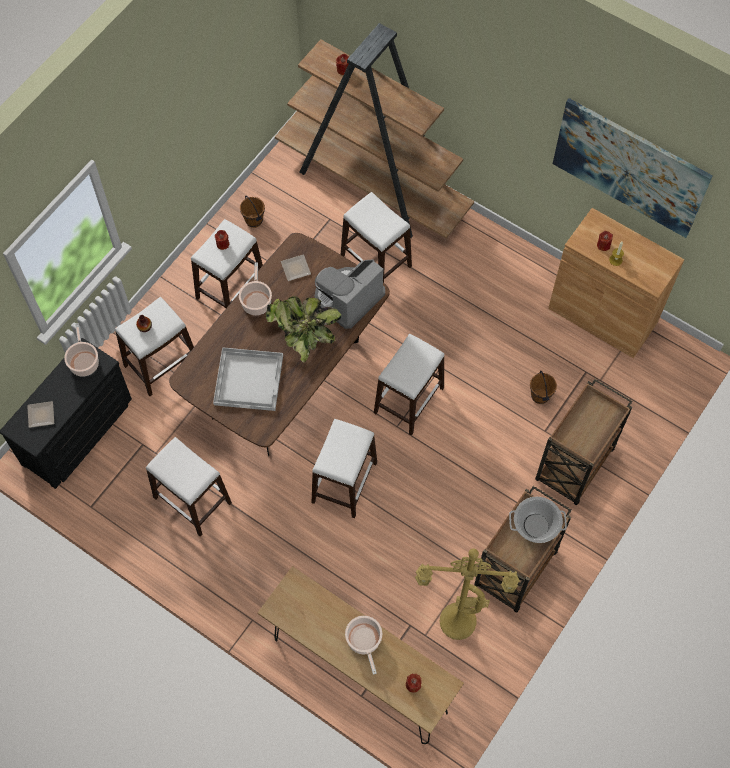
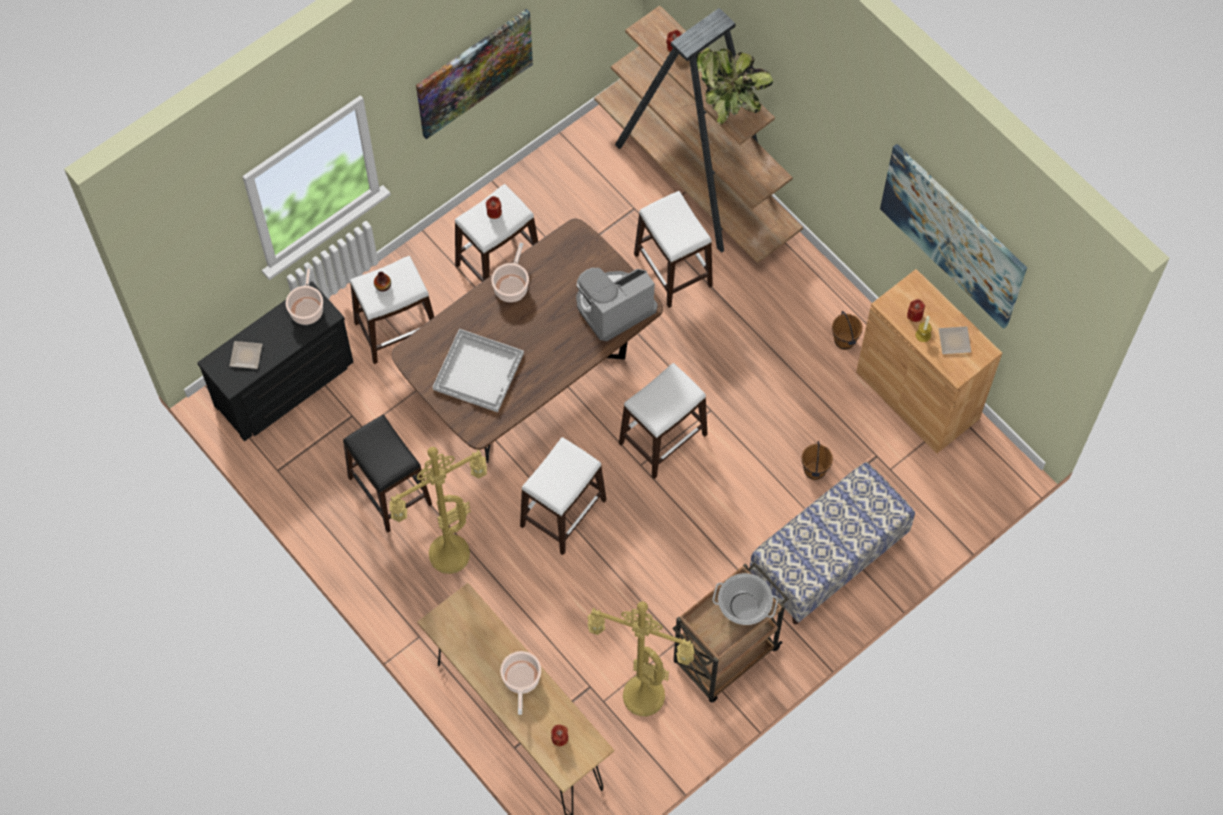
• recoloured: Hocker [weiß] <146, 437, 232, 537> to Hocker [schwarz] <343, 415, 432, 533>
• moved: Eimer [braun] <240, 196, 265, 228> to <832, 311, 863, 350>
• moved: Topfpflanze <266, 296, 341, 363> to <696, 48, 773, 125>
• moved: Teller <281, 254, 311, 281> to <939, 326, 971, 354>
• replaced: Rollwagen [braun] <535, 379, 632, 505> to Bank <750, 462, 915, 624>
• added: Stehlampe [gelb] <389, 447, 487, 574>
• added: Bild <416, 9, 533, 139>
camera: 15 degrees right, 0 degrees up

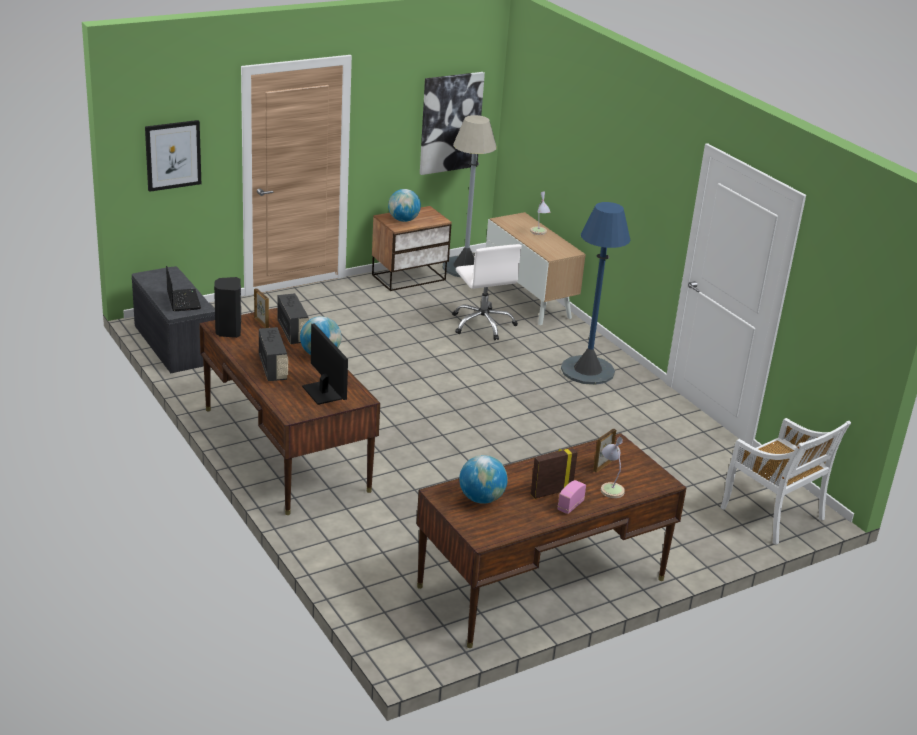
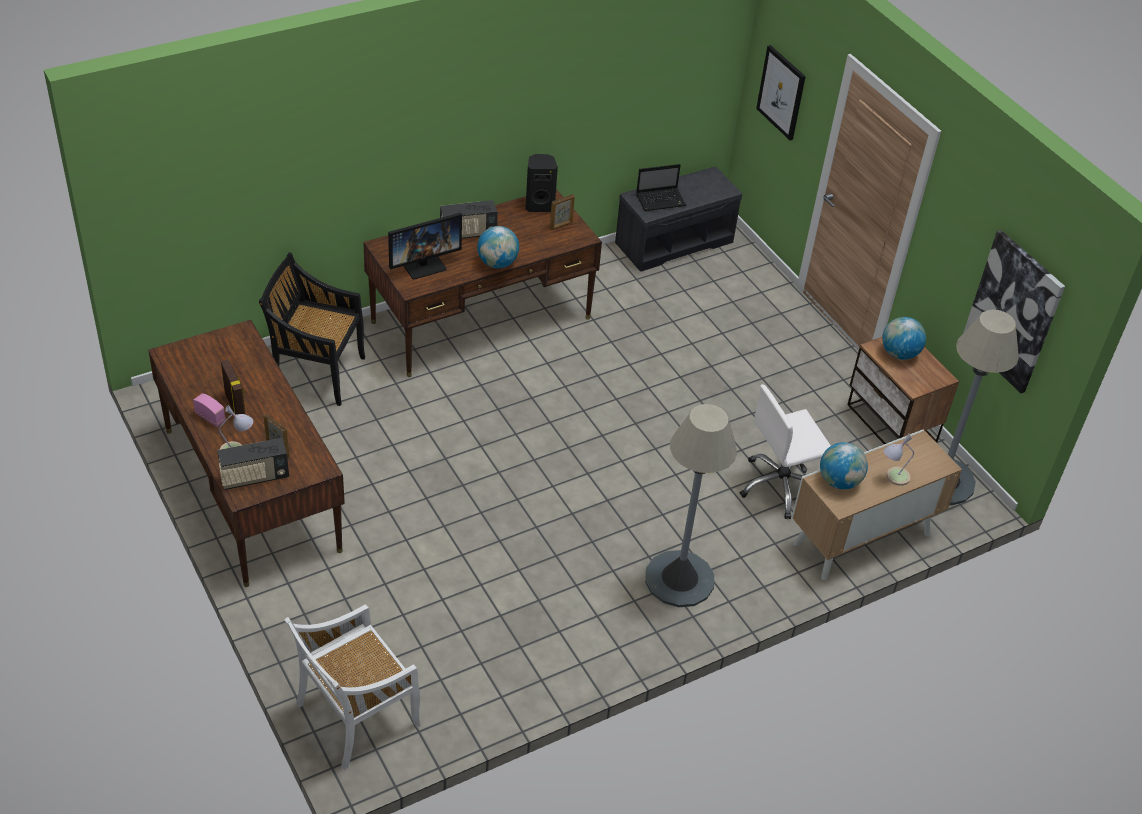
• moved: Radio <278, 293, 309, 344> to <217, 438, 289, 490>
• moved: Globus <459, 455, 508, 504> to <820, 442, 868, 489>
• recoloured: Stehlampe [blau] <561, 202, 631, 385> to Stehlampe [grau] <645, 404, 737, 607>
• added: Stuhl [schwarz] <259, 252, 365, 406>
camera: 90 degrees right, 15 degrees up

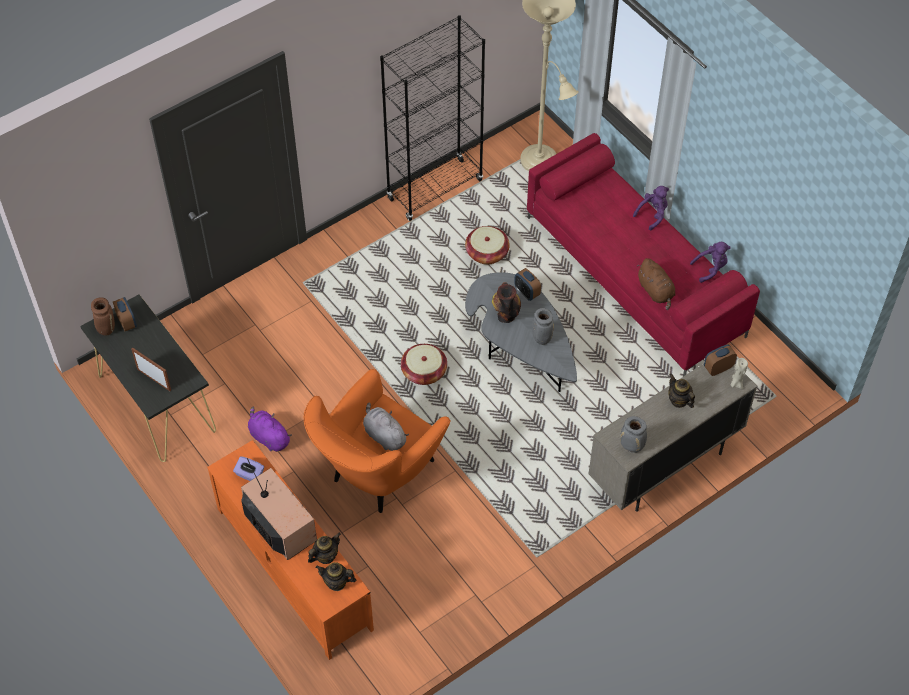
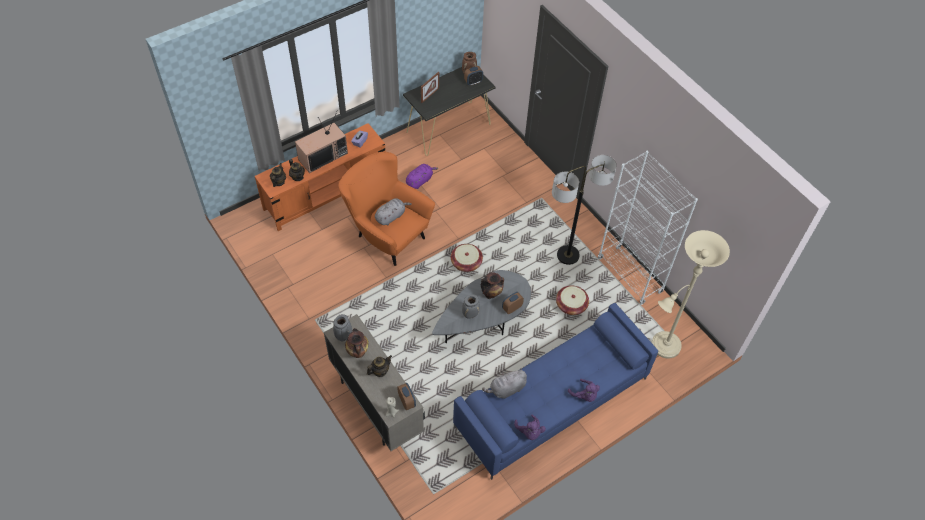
• recoloured: Bücherregal [schwarz] <380, 15, 485, 221> to Bücherregal [weiß] <598, 151, 698, 305>
• recoloured: Sofa [rot] <527, 133, 760, 376> to Sofa [blau] <453, 303, 658, 480>
• recoloured: Plüschtier [braun] <637, 258, 676, 310> to Plüschtier [grau] <482, 368, 527, 399>
• added: Vase <345, 328, 369, 358>
• added: Stehlampe <552, 155, 617, 265>
camera: 90 degrees right, 0 degrees up

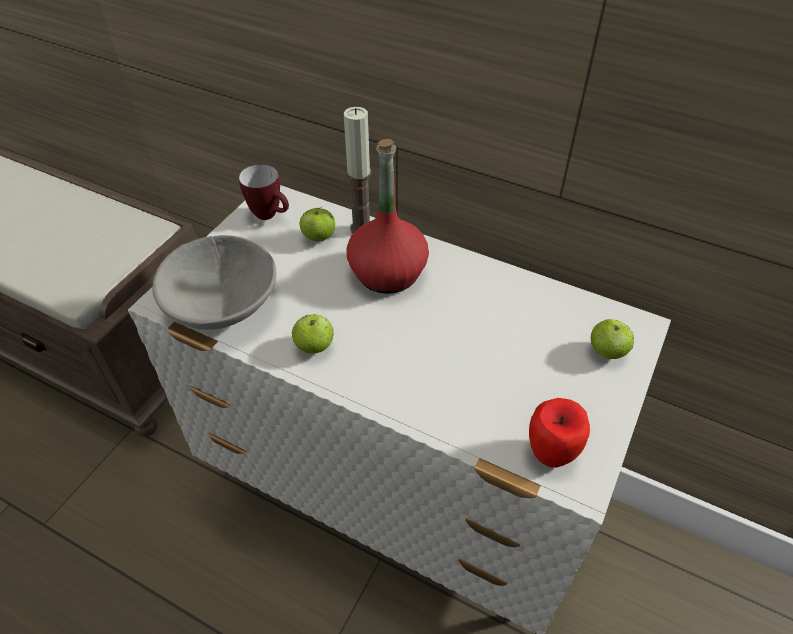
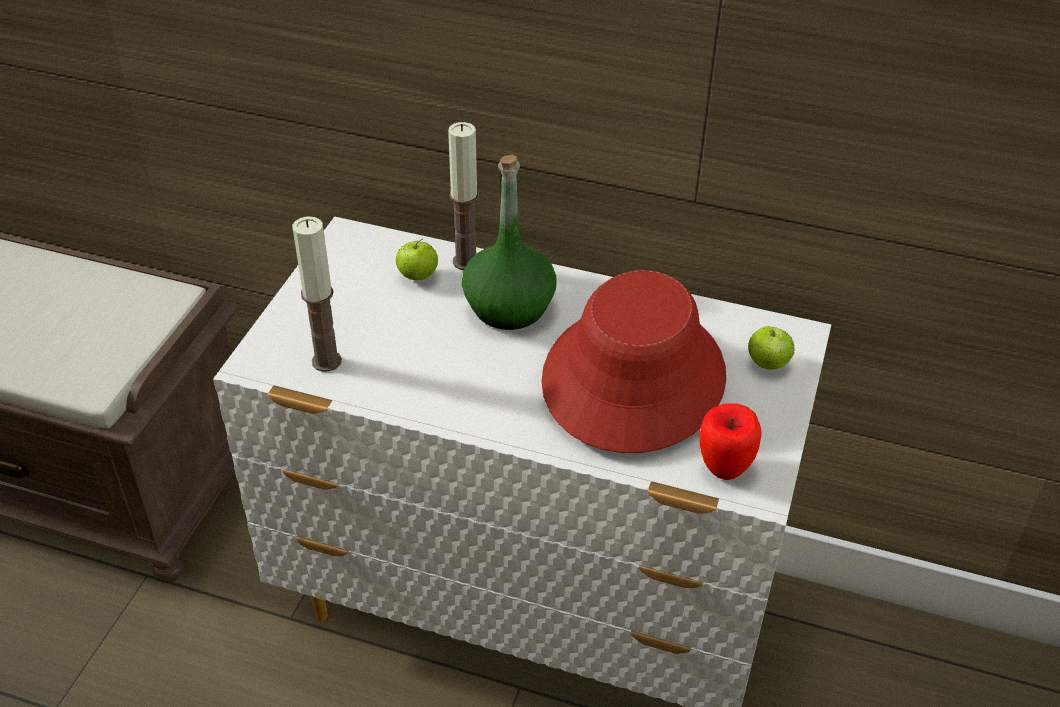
• replaced: Schüssel [grau] <152, 235, 276, 330> to Kerze <292, 216, 342, 372>
• removed: Henkelbecher <239, 164, 289, 220>
• removed: Apfel <291, 314, 334, 354>
• recoloured: Flasche [rot] <347, 139, 429, 294> to Flasche [grün] <462, 155, 557, 330>
• added: Hut [rot] <541, 270, 726, 453>
camera: 10 degrees left, 5 degrees down

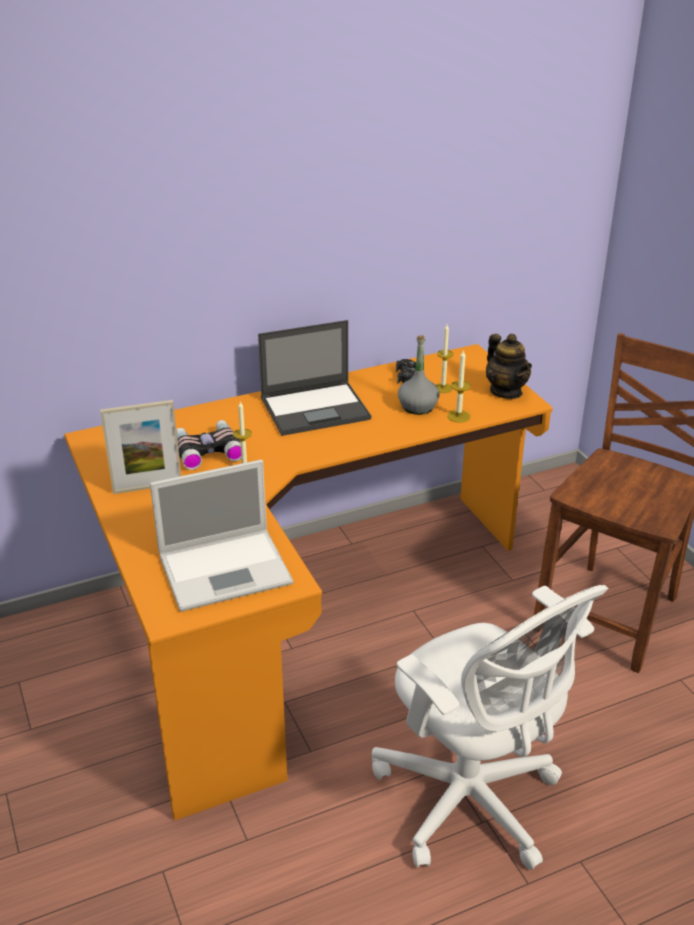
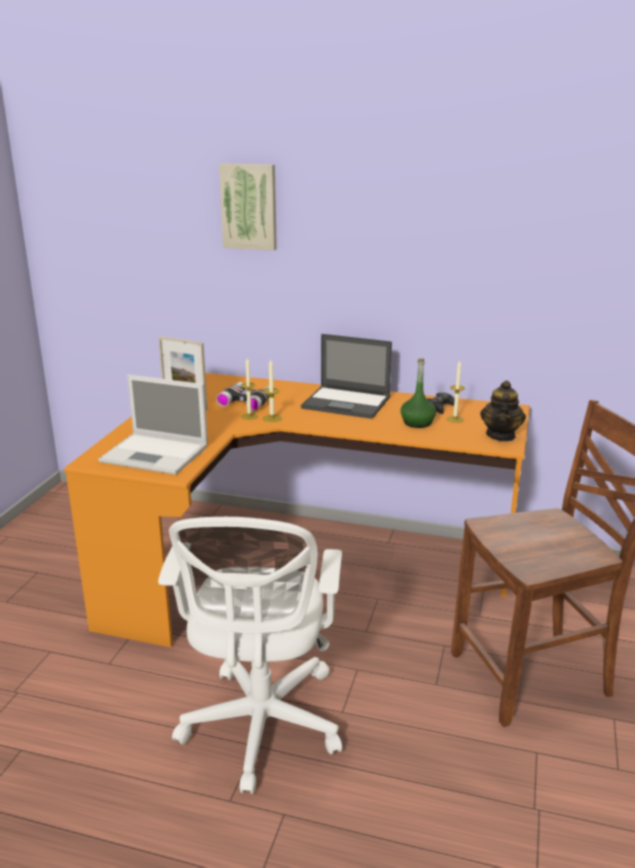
• recoloured: Flasche [grau] <398, 335, 439, 415> to Flasche [grün] <400, 358, 436, 428>
• moved: Kerze <447, 351, 471, 423> to <263, 360, 282, 422>
• added: Bild <219, 163, 277, 251>
camera: 40 degrees right, 10 degrees down

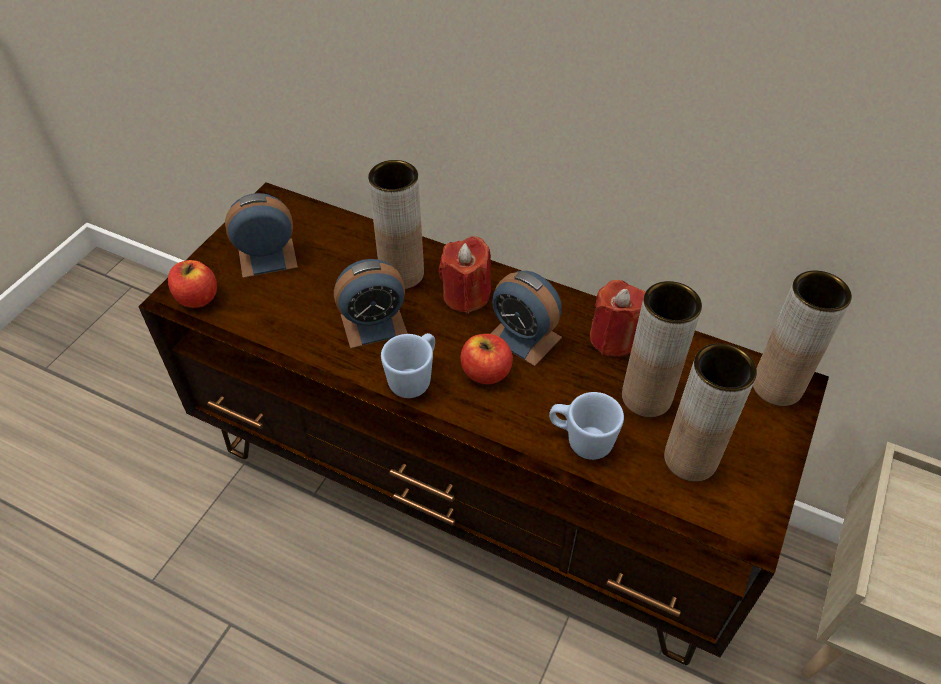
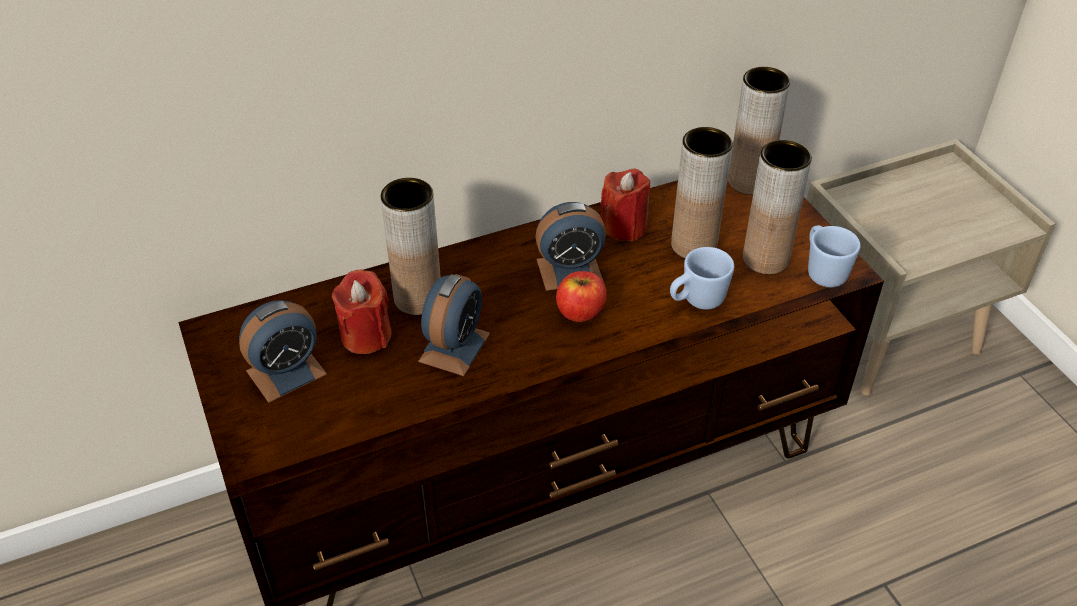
• removed: Apfel <168, 260, 217, 308>
• turned: Wecker <225, 193, 298, 278> = <239, 300, 327, 403> 150 degrees counterclockwise
• moved: Henkelbecher [blau] <381, 333, 435, 398> to <808, 225, 861, 287>
• moved: Kerze [rot] <439, 236, 491, 314> to <332, 270, 392, 354>
camera: 50 degrees left, 5 degrees down

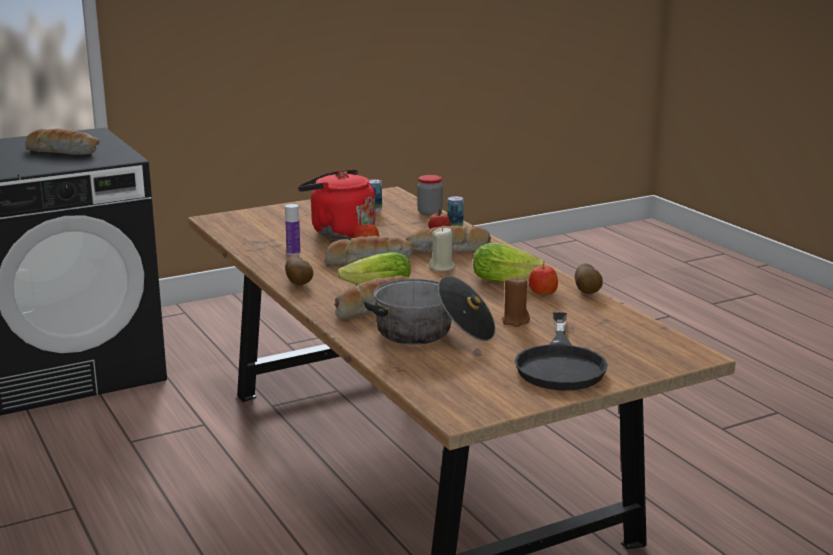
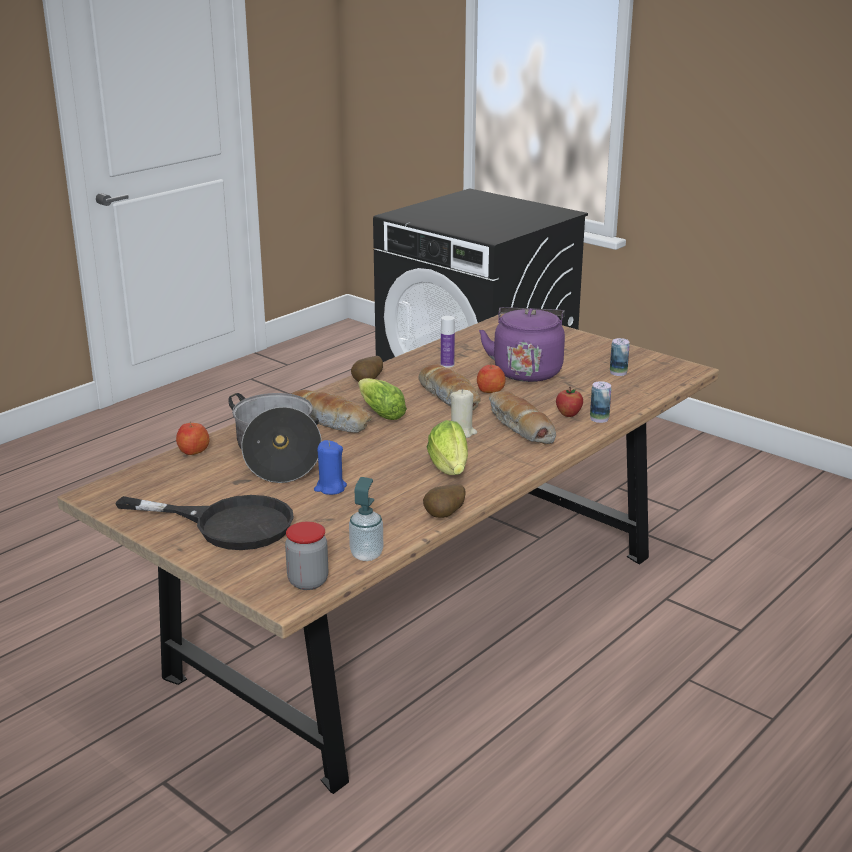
• removed: Brot <25, 128, 100, 155>
• recoloured: Wasserkessel [rot] <298, 169, 376, 239> to Wasserkessel [lila] <479, 307, 565, 382>
• moved: Vorratsglas <417, 175, 443, 216> to <285, 522, 328, 590>
• recoloured: Kerze [braun] <502, 276, 530, 327> to Kerze [blau] <314, 440, 347, 495>
• turned: Pfanne [schwarz] <514, 312, 608, 390> = <115, 495, 294, 550> 150 degrees counterclockwise
• moved: Apfel <529, 265, 558, 295> to <176, 421, 210, 455>
• added: Seifenspender <349, 477, 383, 561>
camera: 70 degrees right, 5 degrees up

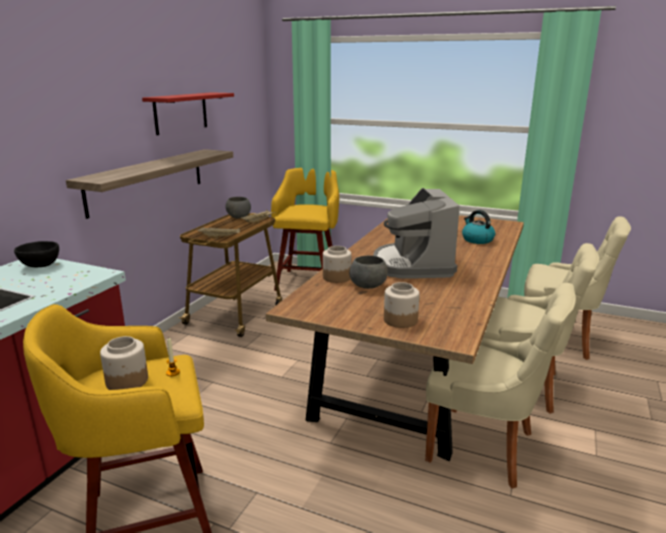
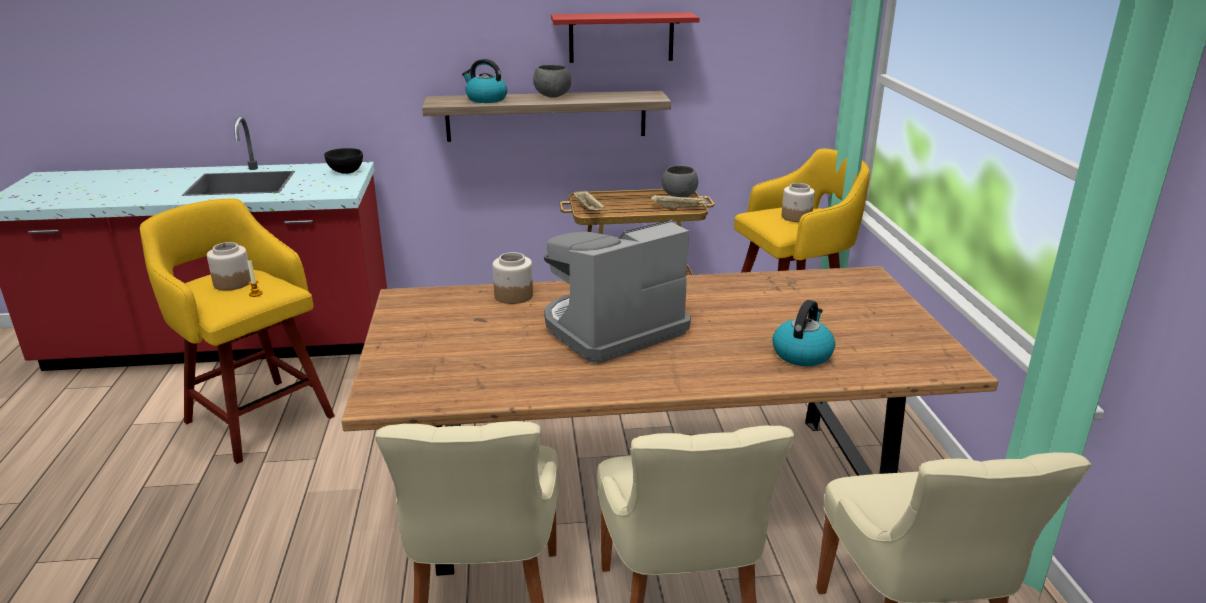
• moved: Schüssel [grau] <349, 255, 388, 289> to <533, 65, 571, 98>
• moved: Vorratsglas <384, 282, 420, 328> to <781, 183, 815, 222>
• added: Wasserkessel <462, 59, 507, 103>
camera: 60 degrees right, 5 degrees up

